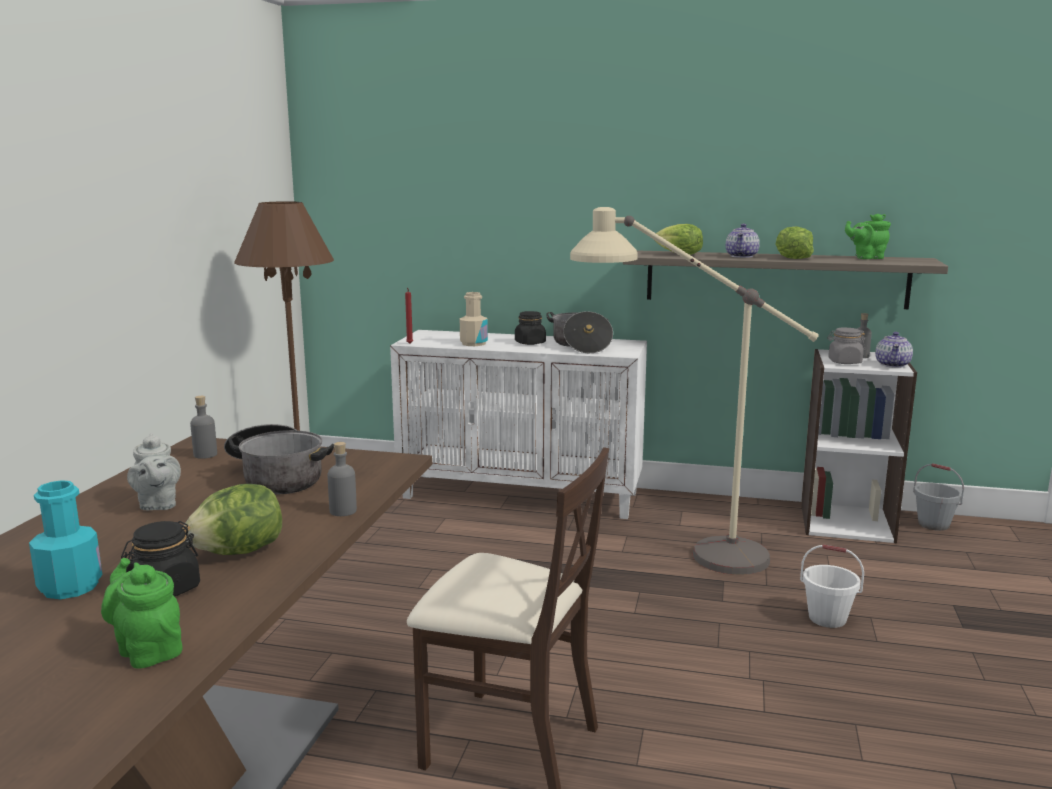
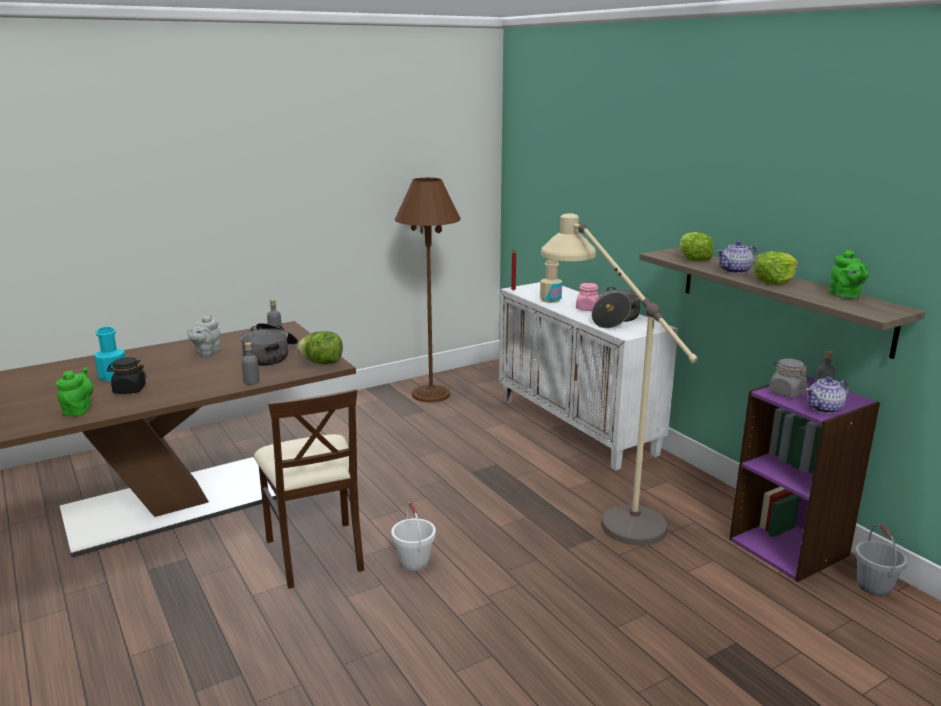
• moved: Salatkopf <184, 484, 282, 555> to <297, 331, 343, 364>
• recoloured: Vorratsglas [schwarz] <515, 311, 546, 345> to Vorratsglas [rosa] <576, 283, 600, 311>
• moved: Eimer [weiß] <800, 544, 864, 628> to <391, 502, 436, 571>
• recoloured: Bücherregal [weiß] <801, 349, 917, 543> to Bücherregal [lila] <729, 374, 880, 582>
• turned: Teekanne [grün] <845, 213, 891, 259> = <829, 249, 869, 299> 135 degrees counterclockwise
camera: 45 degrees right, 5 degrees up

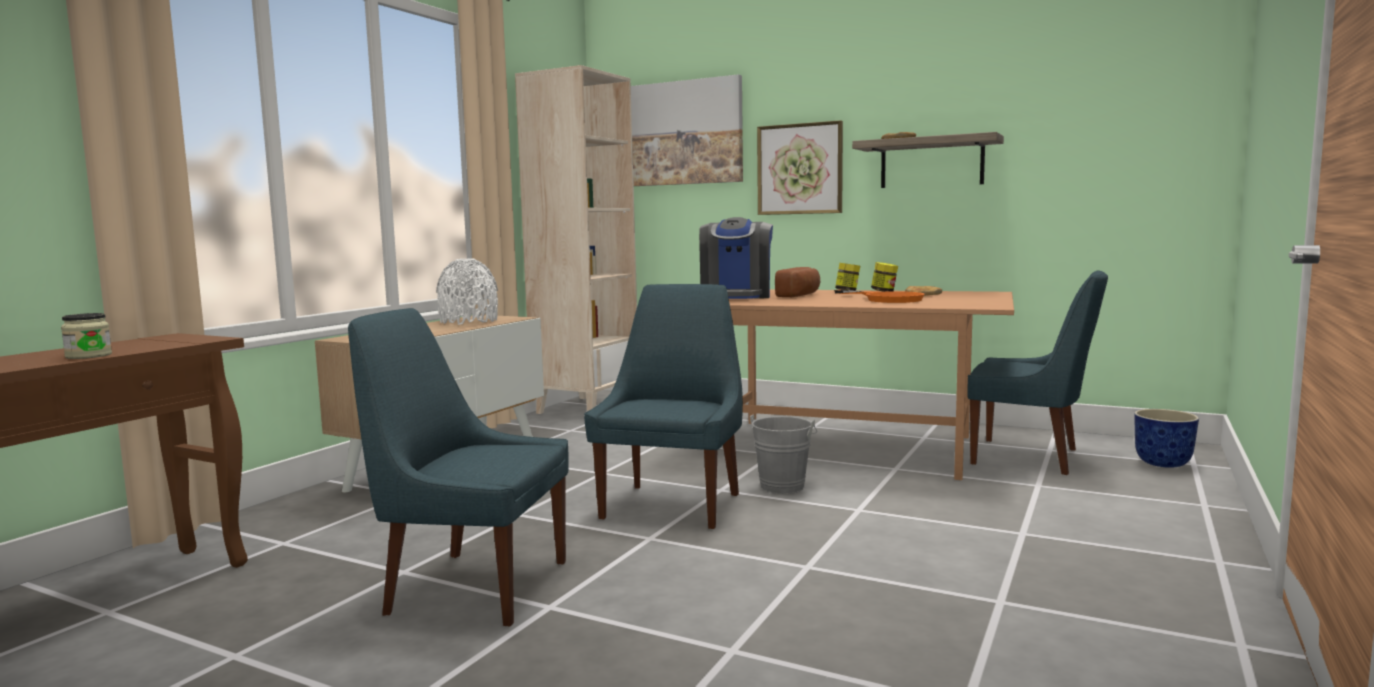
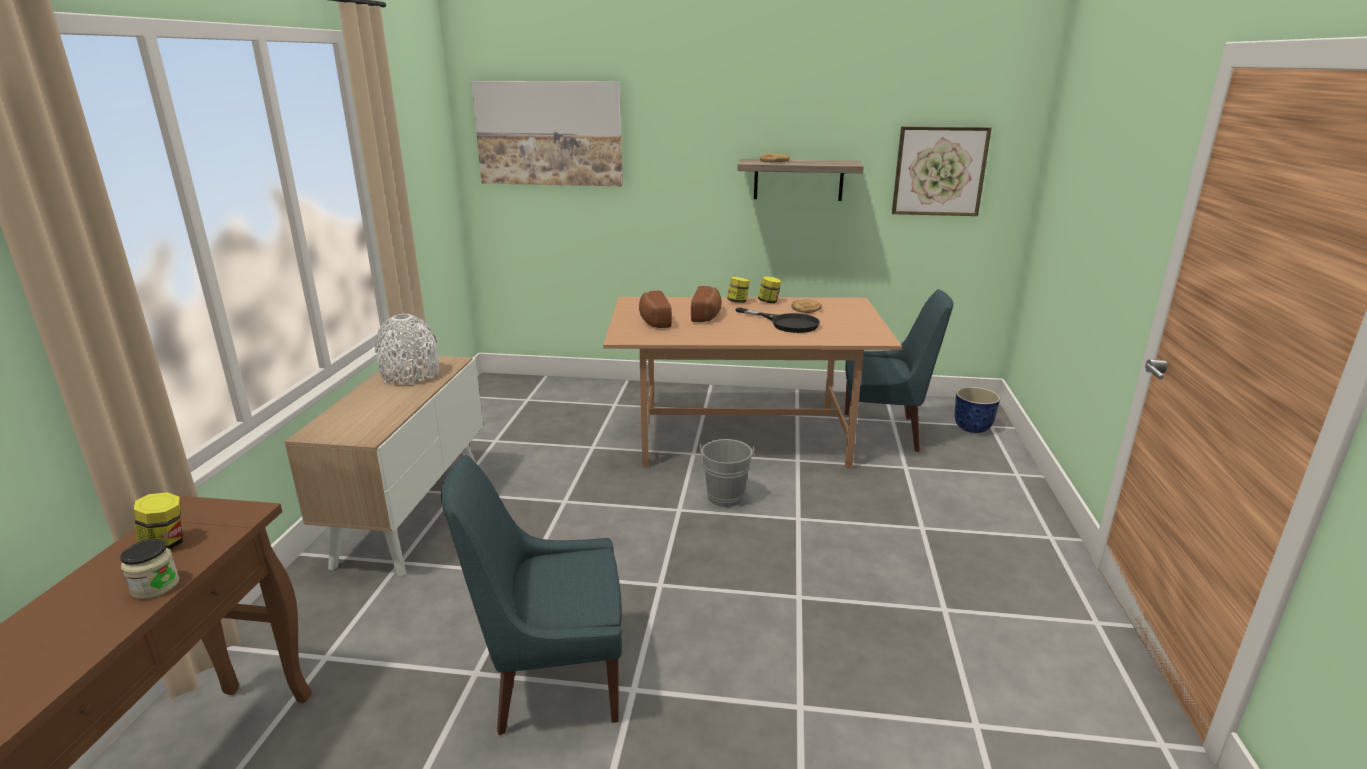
• removed: Bücherregal [beige] <515, 65, 637, 414>
• removed: Stuhl [blau] <584, 284, 743, 529>
• replaced: Kaffeemaschine <699, 217, 773, 299> to Brot <639, 291, 672, 328>
• moved: Bild <757, 120, 843, 215> to <892, 126, 992, 216>
• recoloured: Pfanne [orange] <834, 290, 924, 303> to Pfanne [schwarz] <735, 307, 820, 333>
• added: Vorratsglas <133, 492, 183, 549>
camera: 20 degrees left, 15 degrees up

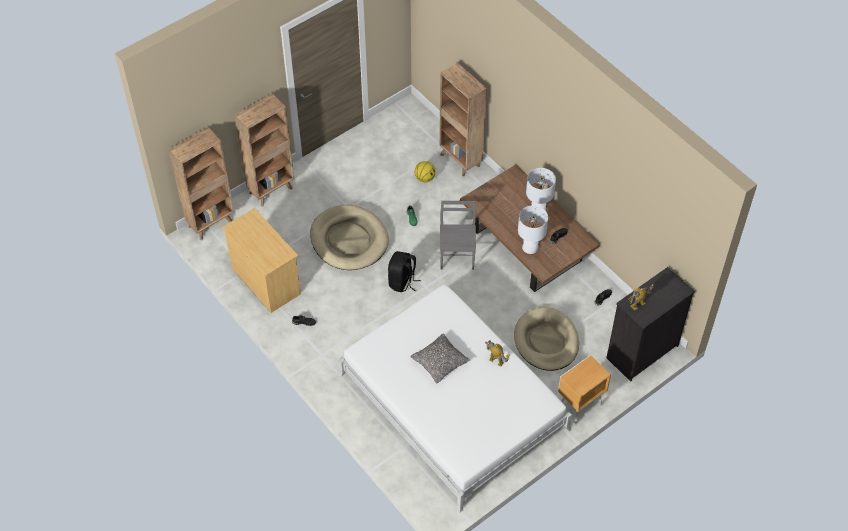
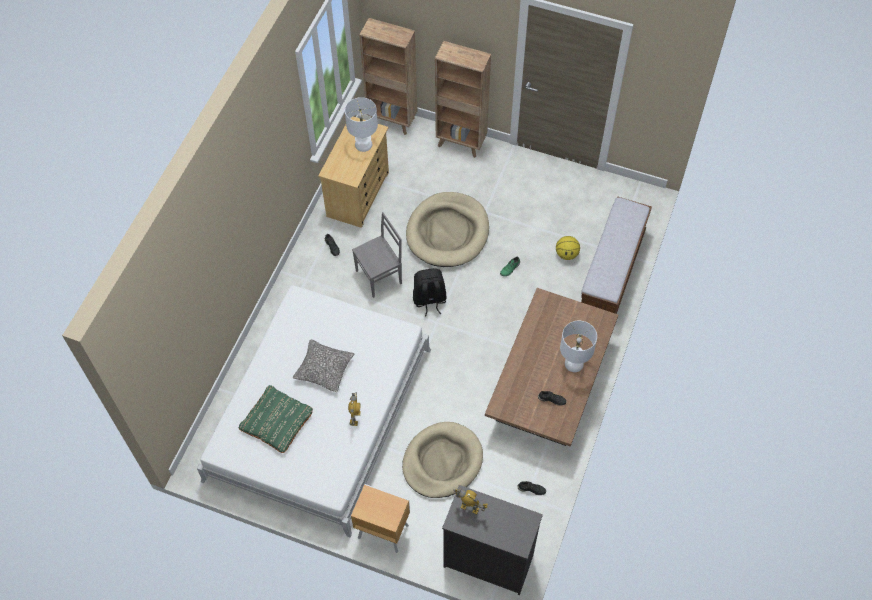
• replaced: Bücherregal [braun] <439, 62, 487, 177> to Bank <581, 197, 652, 314>
• moved: Stuhl [grau] <440, 201, 476, 270> to <352, 212, 402, 298>
• moved: Tischlampe [weiß] <518, 205, 548, 254> to <345, 97, 378, 152>
• added: Kissen [grün] <239, 385, 313, 453>
camera: 60 degrees right, 5 degrees up

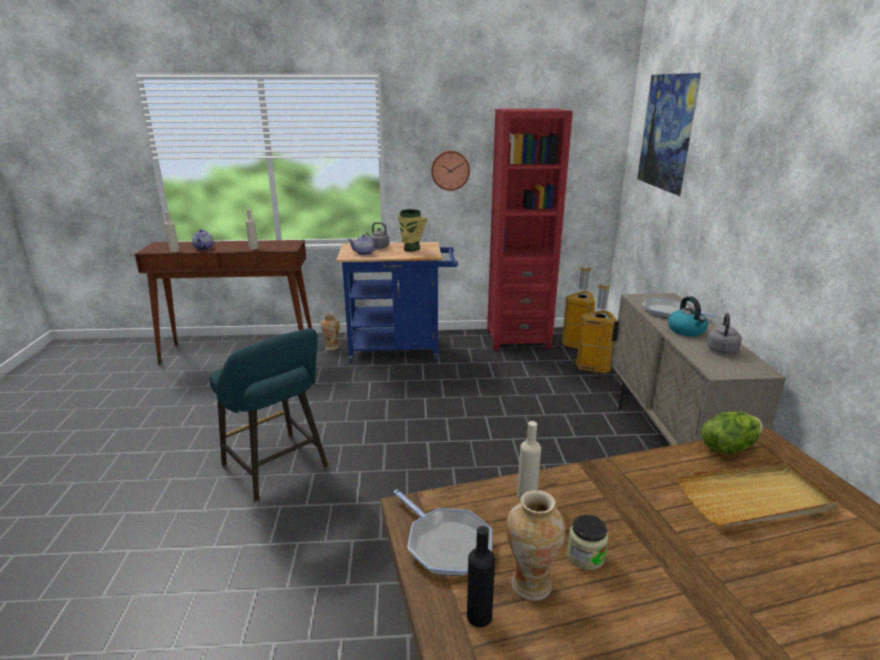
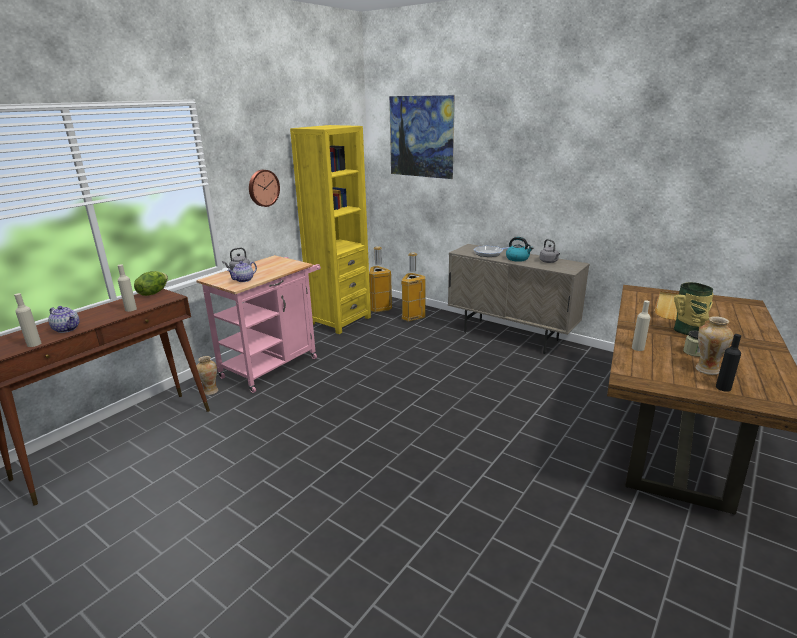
• removed: Hocker [türkis] <209, 328, 328, 502>
• recoloured: Rollwagen [blau] <336, 242, 458, 363> to Rollwagen [rosa] <196, 255, 321, 393>
• removed: Pfanne <394, 489, 492, 576>
• moved: Vase <398, 209, 427, 252> to <674, 282, 713, 335>
• recoloured: Bücherregal [rot] <487, 109, 573, 350> to Bücherregal [gelb] <290, 125, 371, 334>
• moved: Salatkopf <701, 412, 763, 454> to <134, 271, 168, 296>
camera: 50 degrees left, 0 degrees up

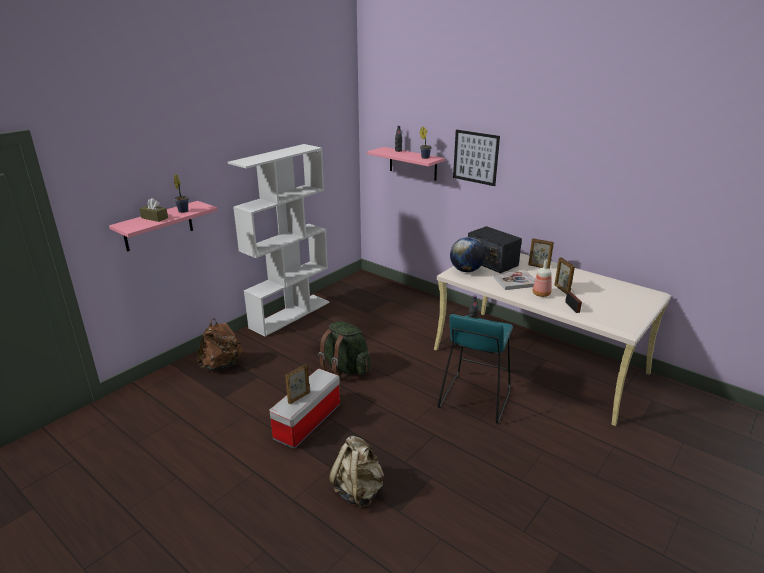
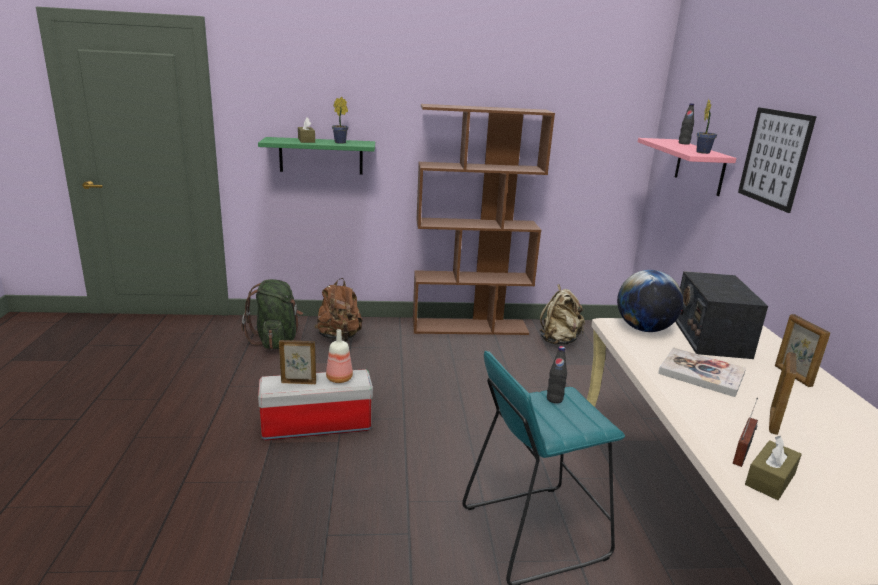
• recoloured: Wandregal [rosa] <109, 201, 218, 252> to Wandregal [grün] <258, 137, 375, 175>
• recoloured: Bücherregal [weiß] <228, 144, 330, 337> to Bücherregal [braun] <413, 104, 555, 335>
• moved: Rucksack [grün] <318, 321, 371, 379> to <241, 279, 303, 349>
• moved: Rucksack [beige] <329, 436, 384, 508> to <540, 284, 585, 345>
• moved: Flasche <533, 260, 552, 297> to <326, 329, 353, 383>
• added: Taschentuchbox [braun] <745, 436, 802, 500>
camera: 45 degrees right, 5 degrees down

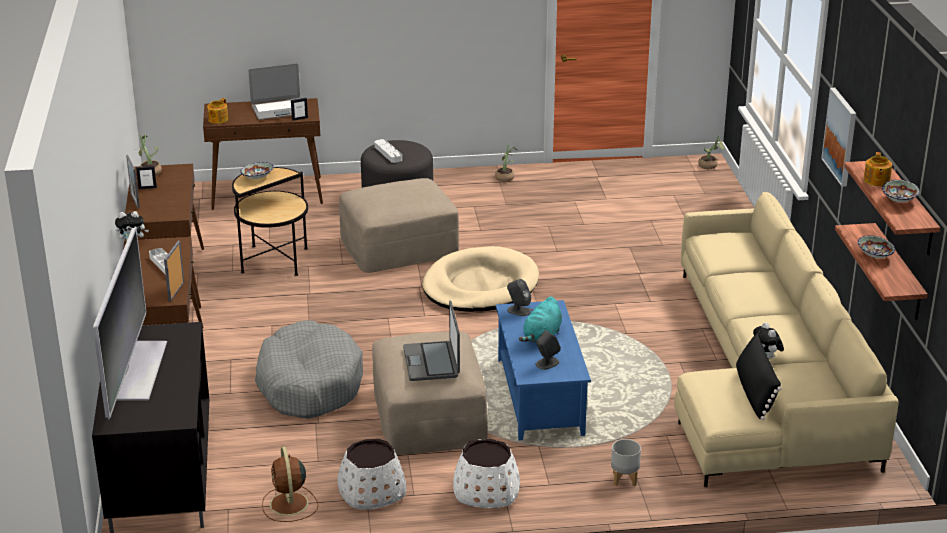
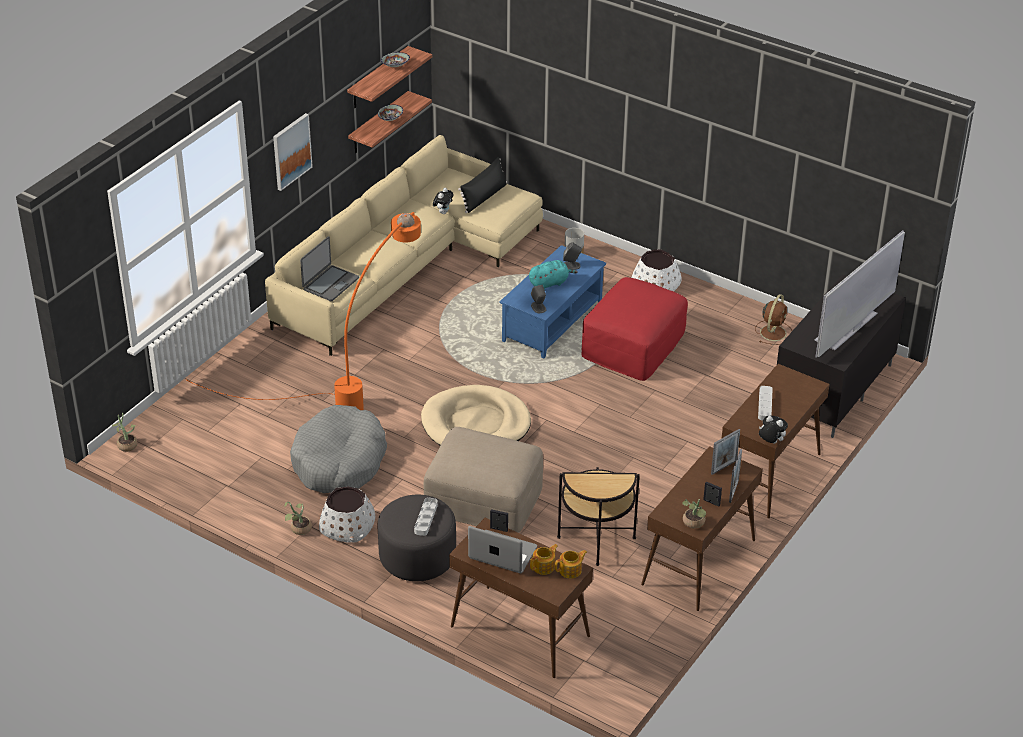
• moved: Bilderrahmen <164, 241, 184, 302> to <711, 429, 740, 475>
• removed: Schüssel <241, 162, 274, 179>
• moved: Hundebett [grau] <255, 321, 363, 419> to <290, 405, 387, 493>
• moved: Pflanzkübel [weiß] <338, 439, 406, 510> to <319, 486, 375, 543>
• recoloured: Polsterhocker [beige] <372, 332, 488, 455> to Polsterhocker [rot] <582, 277, 688, 381>
• moved: Laptop <403, 300, 460, 381> to <300, 236, 359, 301>
• moved: Teekanne <864, 152, 892, 186> to <530, 544, 558, 575>
• added: Stehlampe [orange] <187, 212, 421, 410>
camera: 140 degrees left, 10 degrees up

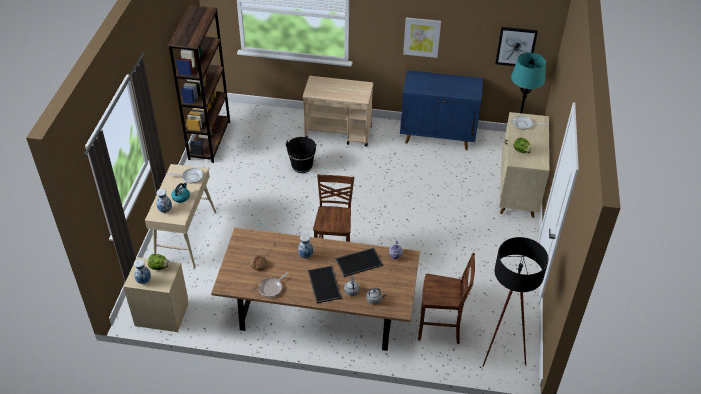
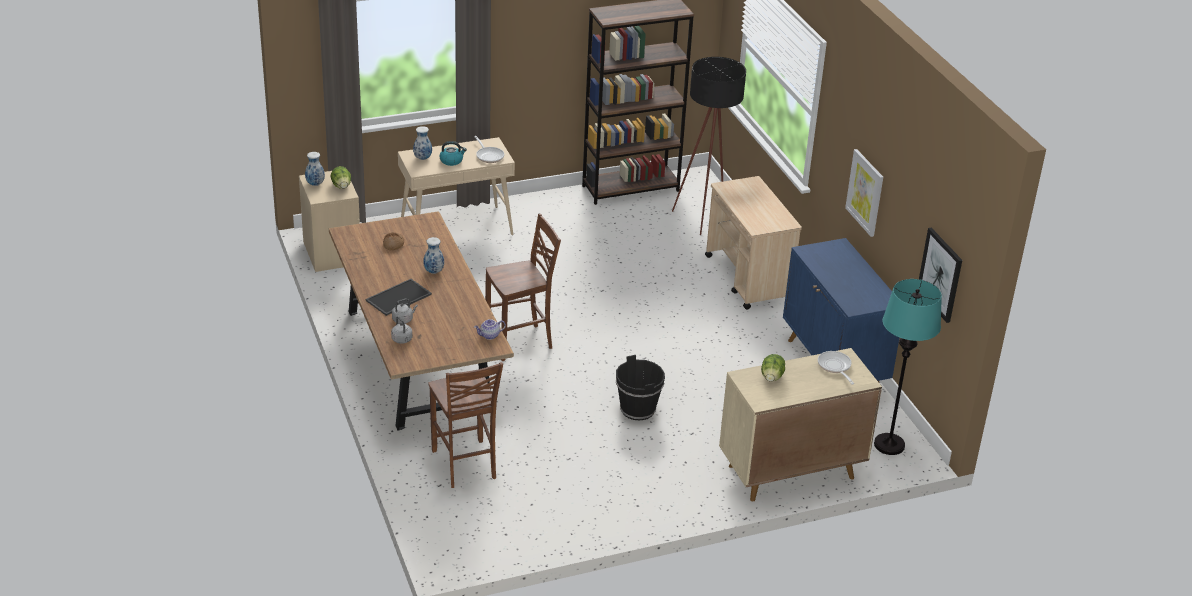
• removed: Pfanne <258, 272, 289, 297>
• moved: Eimer [schwarz] <286, 137, 316, 173> to <616, 355, 665, 421>
• removed: Tablett <335, 248, 383, 277>
• moved: Stehlampe [schwarz] <483, 237, 549, 367> to <672, 57, 746, 235>
camera: 60 degrees right, 10 degrees down

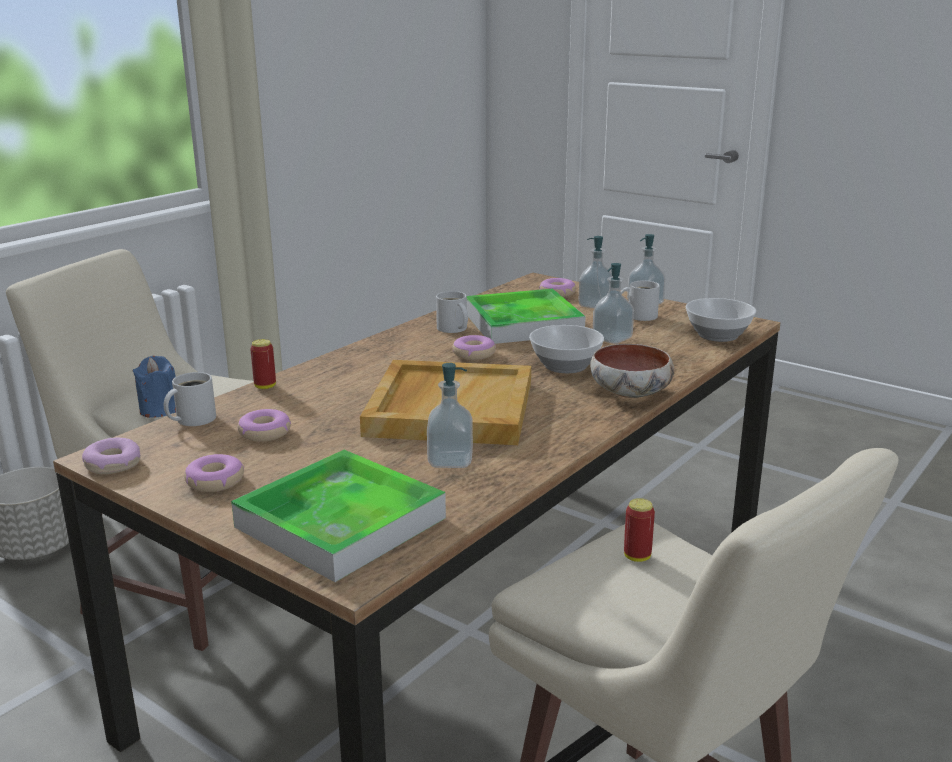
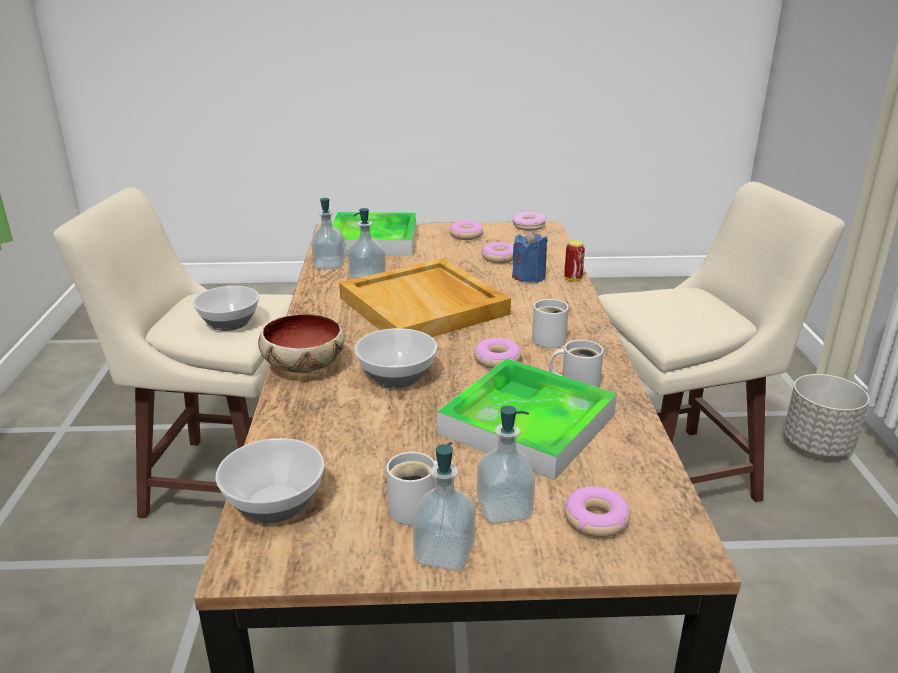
• moved: Kerze [blau] <133, 356, 176, 418> to <512, 230, 548, 283>
• moved: Henkelbecher [weiß] <164, 372, 216, 426> to <532, 299, 569, 348>
• moved: Seifenspender <593, 263, 634, 344> to <311, 198, 345, 269>
• replaced: Dose <624, 498, 655, 562> to Schüssel <193, 286, 259, 331>
camera: 140 degrees right, 5 degrees up

